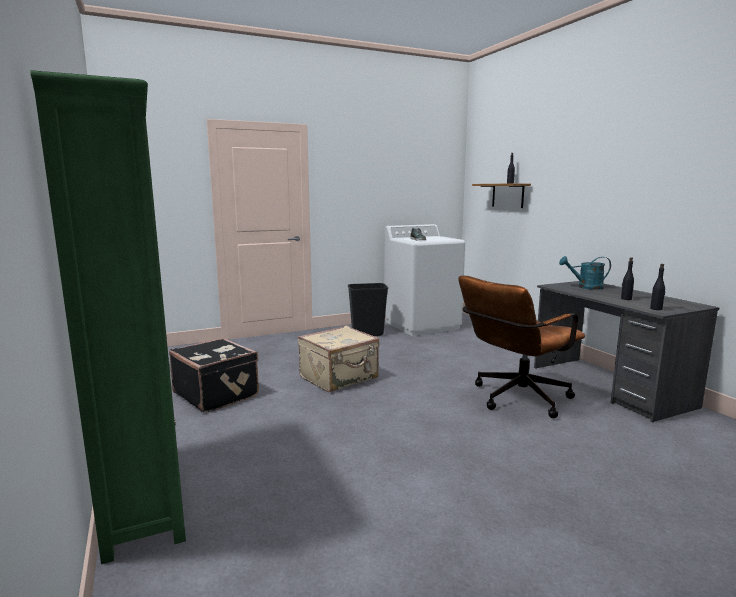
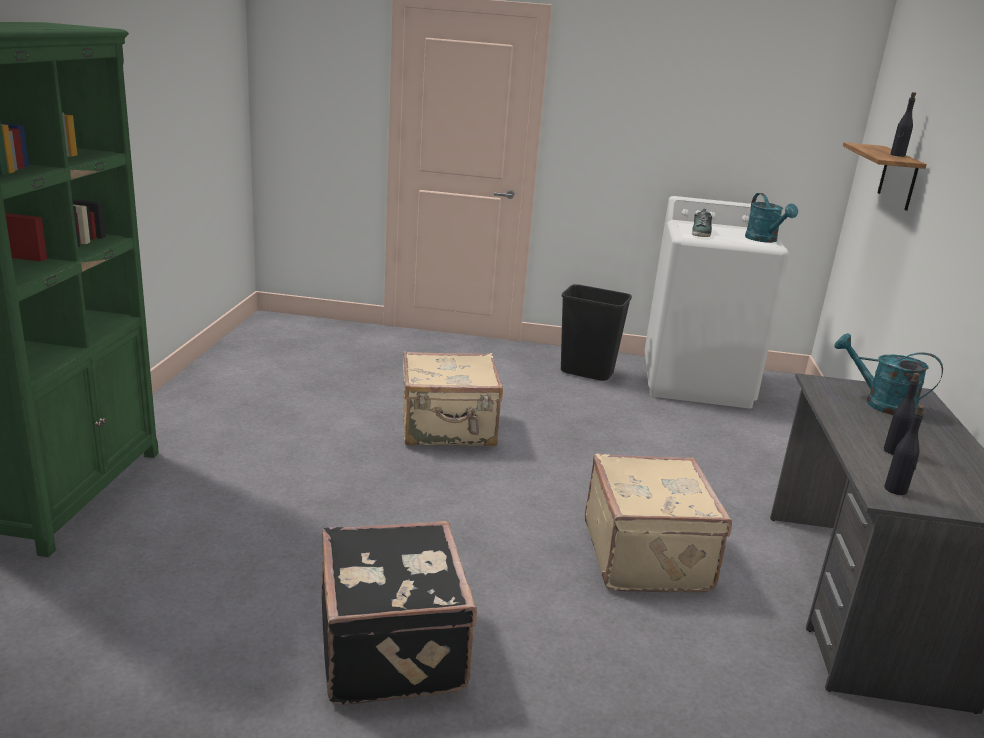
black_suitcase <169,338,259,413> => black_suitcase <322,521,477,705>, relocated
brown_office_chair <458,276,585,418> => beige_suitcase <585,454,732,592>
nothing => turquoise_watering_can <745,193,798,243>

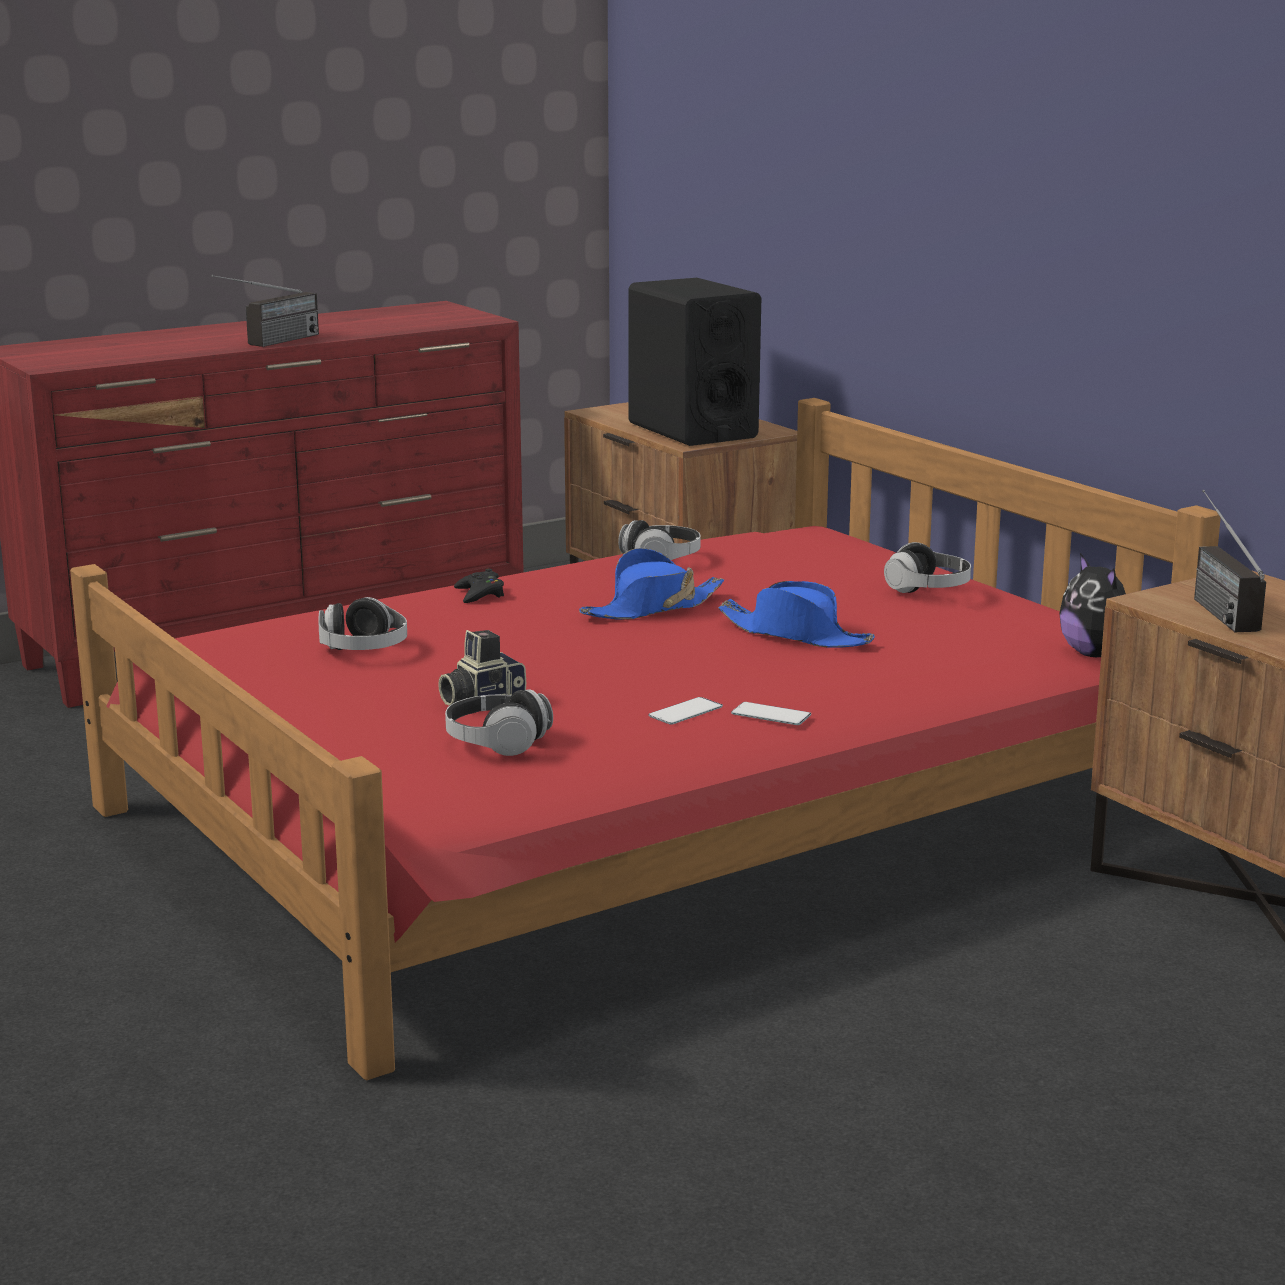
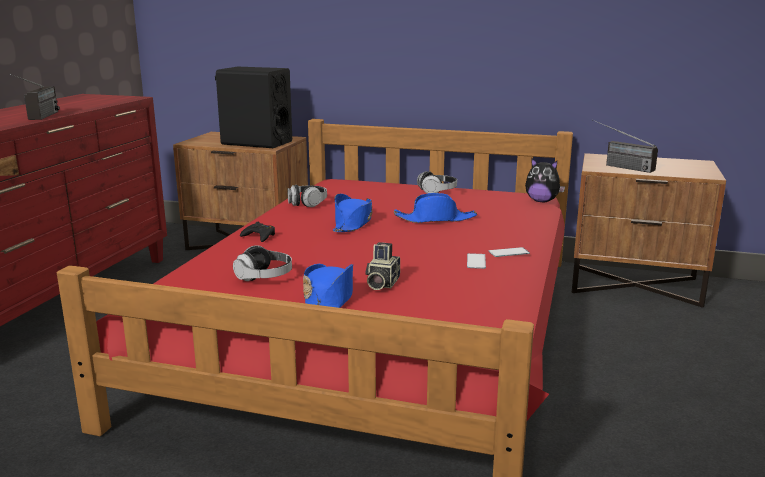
nothing => blue_hat <303,264,353,308>
headphones <445,689,553,756> => nothing

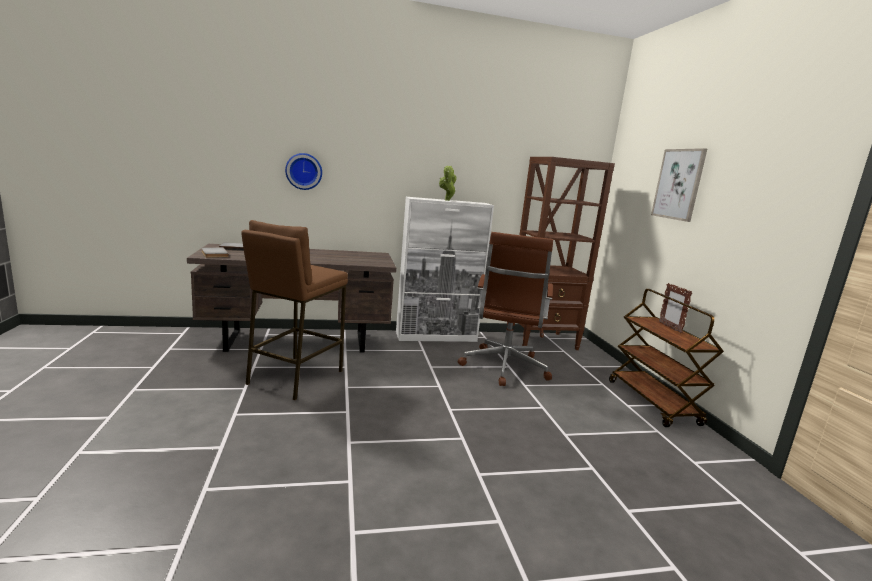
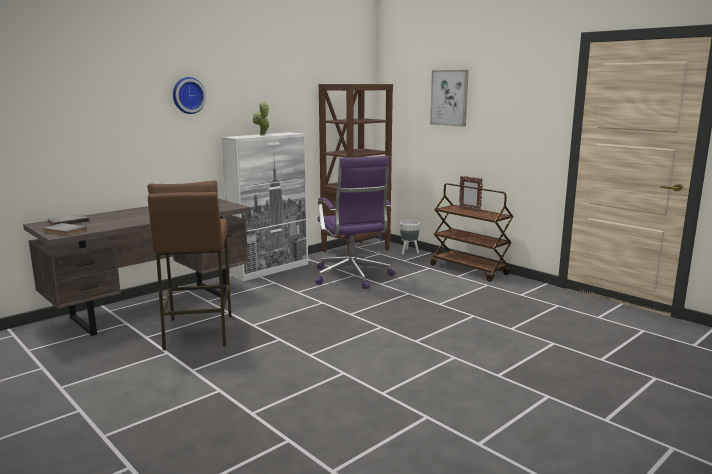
wall_clock <285,153,322,190> => wall_clock <173,77,206,114>, relocated
brown_office_chair <458,232,553,386> => purple_office_chair <315,156,395,289>
nothing => white_planter <400,220,420,254>

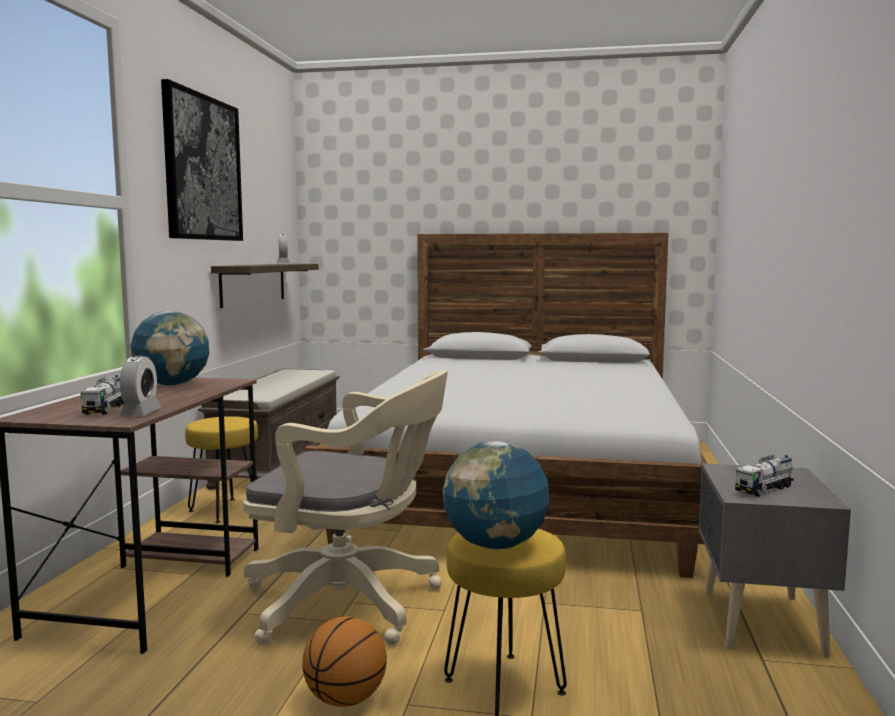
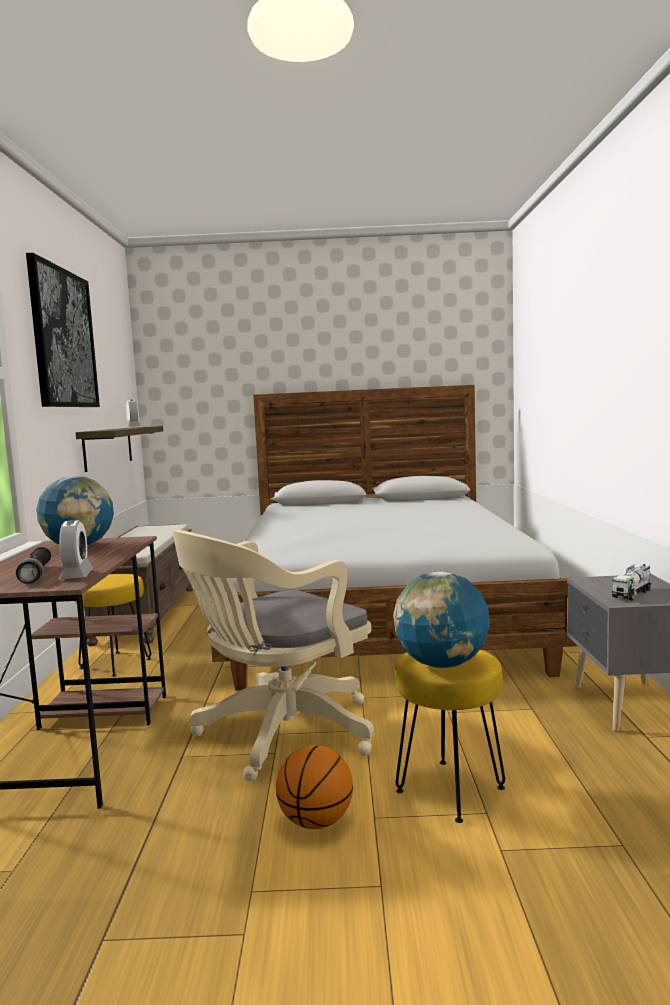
toy_truck <80,375,124,415> => black_flashlight <16,547,51,584>
beige_office_chair <243,370,448,645> => beige_office_chair <172,530,374,781>, 135 degrees clockwise

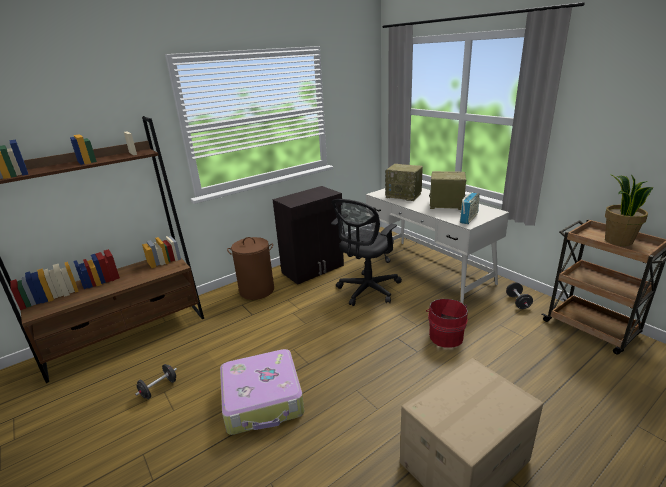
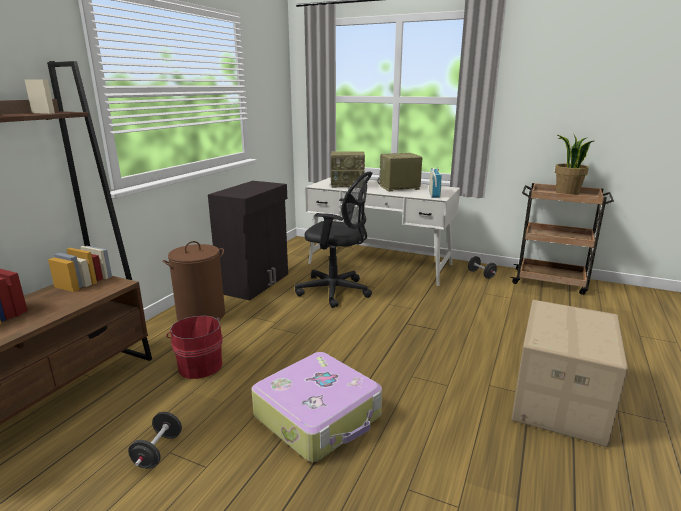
red_bucket <426,299,468,348> => red_bucket <167,316,223,379>, relocated
black_office_chair <331,199,402,306> => black_office_chair <295,172,373,308>, 75 degrees counterclockwise

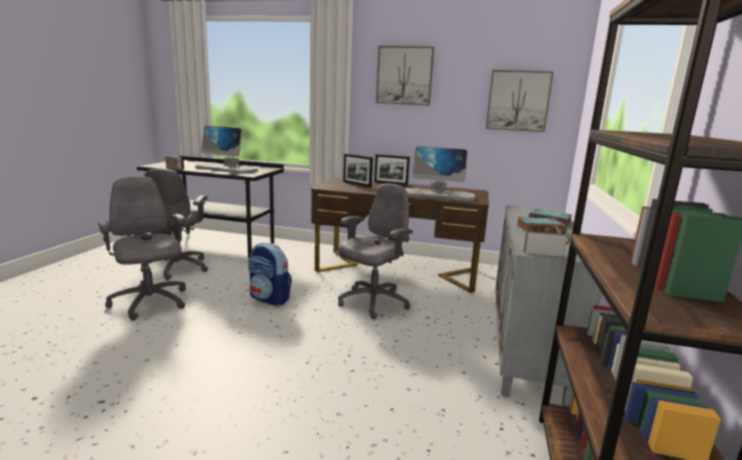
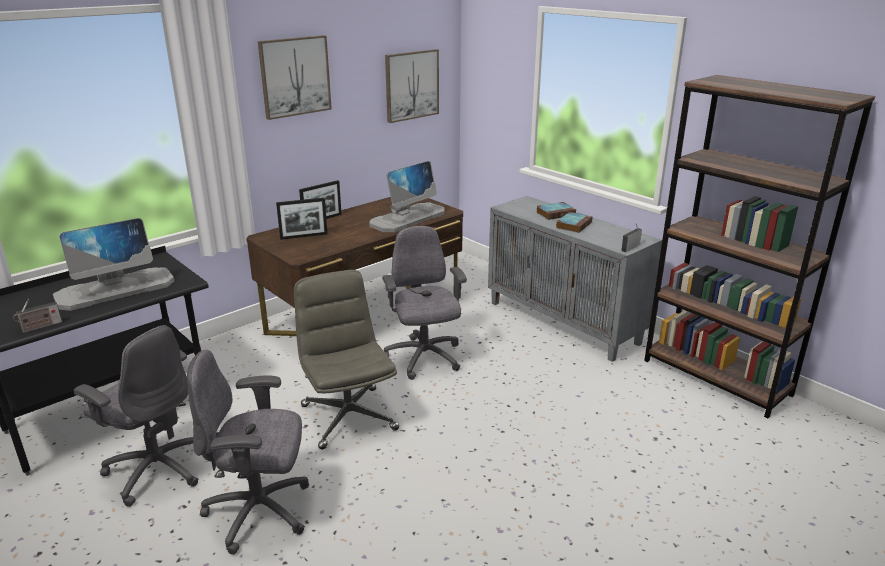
backpack <248,243,292,306> => grey_office_chair <294,270,399,450>

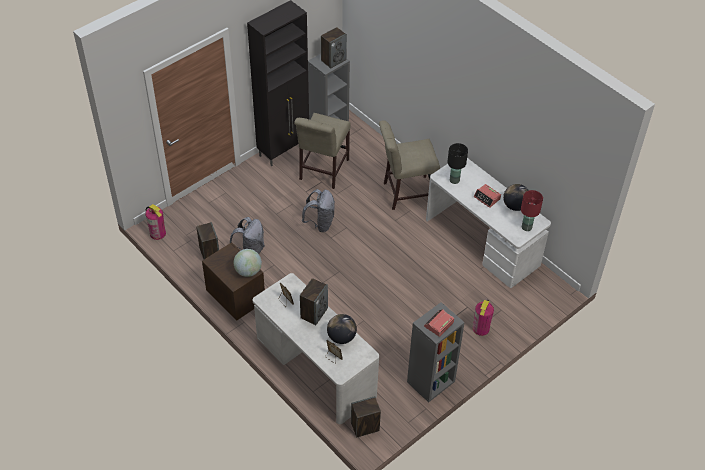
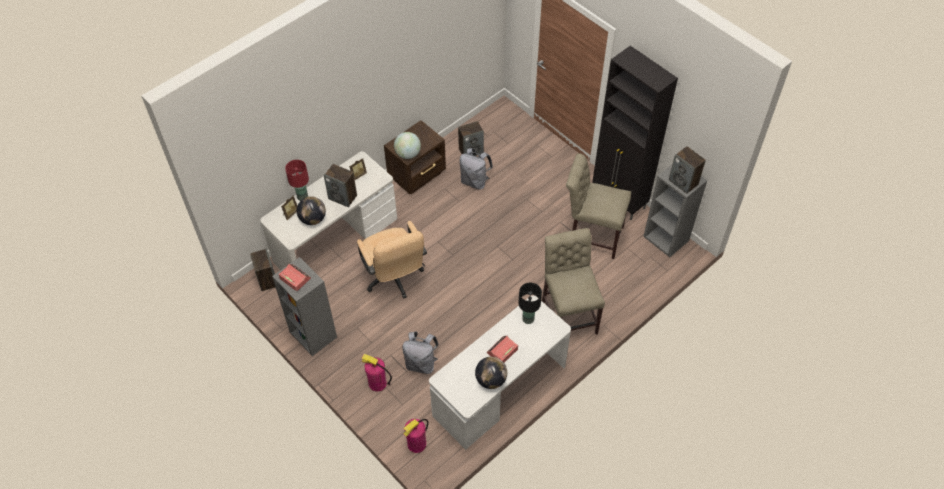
red_table_lamp <521,190,543,231> => red_table_lamp <285,160,309,201>, relocated
nothing => beige_office_chair <357,221,427,299>
grey_backpack <302,189,335,232> => grey_backpack <402,331,439,374>, relocated
fire_extinguisher <145,204,166,240> => fire_extinguisher <403,419,428,453>, relocated

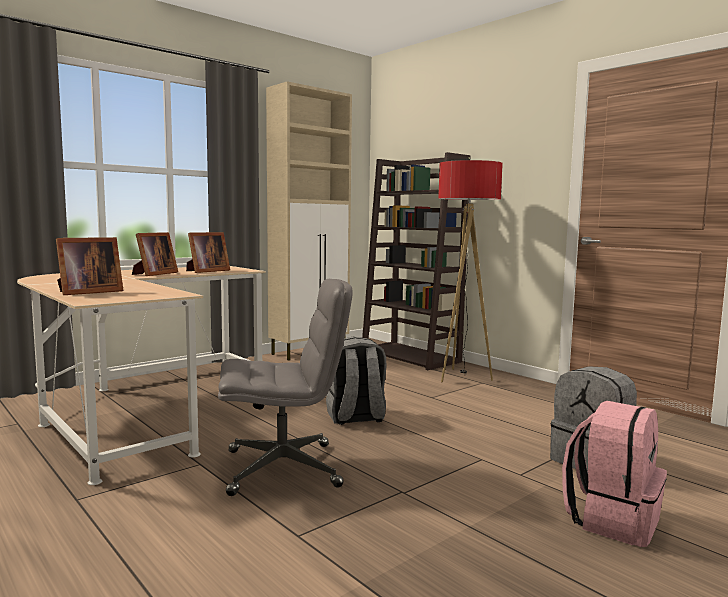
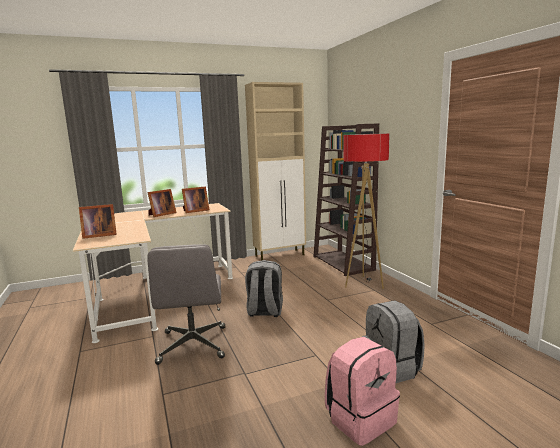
grey_office_chair <218,279,353,496> => grey_office_chair <147,244,225,365>, 75 degrees clockwise

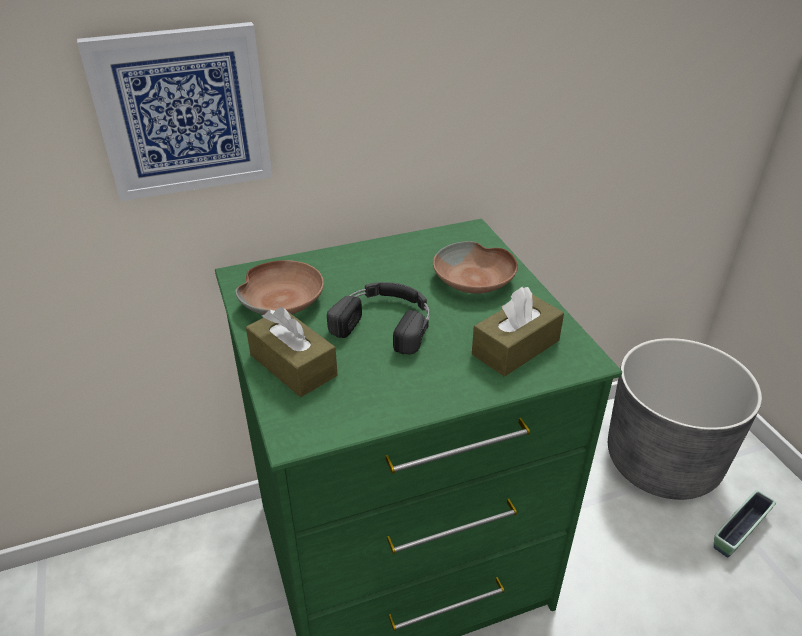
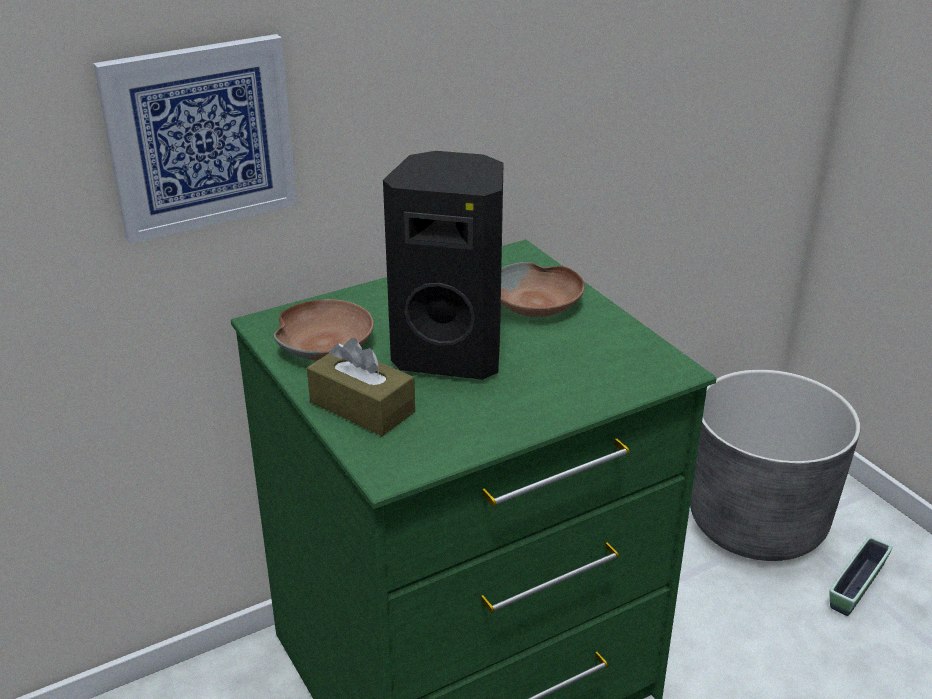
black_headphones <327,282,430,354> => black_speaker <383,151,504,380>
brown_tissue_box <472,287,564,377> => nothing

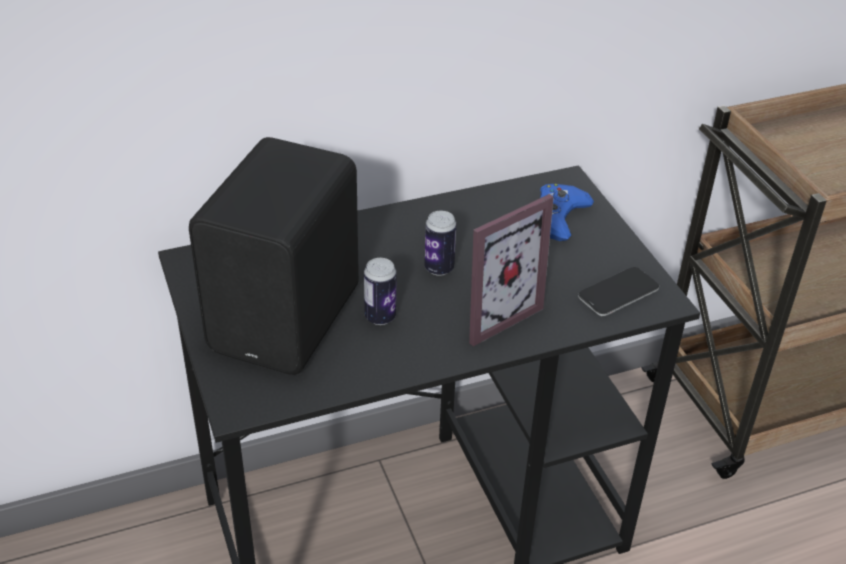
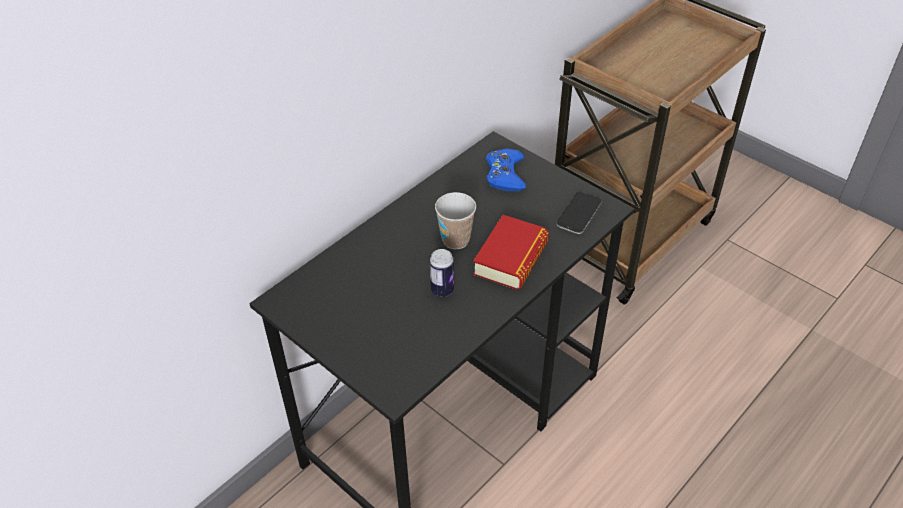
can <424,211,457,276> => cup <435,192,476,249>
picture_frame <469,194,554,346> => book <473,215,549,290>
black_speaker <189,137,359,375> => nothing

